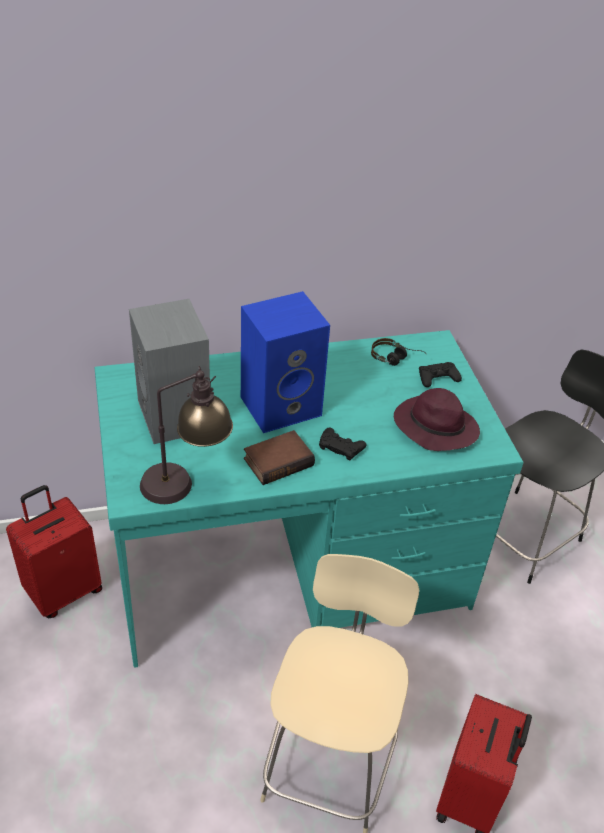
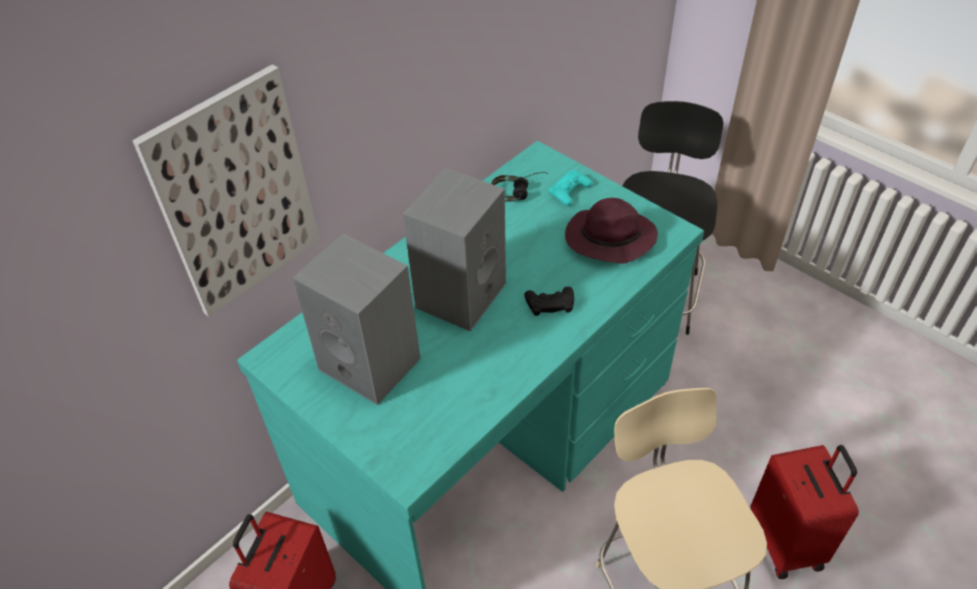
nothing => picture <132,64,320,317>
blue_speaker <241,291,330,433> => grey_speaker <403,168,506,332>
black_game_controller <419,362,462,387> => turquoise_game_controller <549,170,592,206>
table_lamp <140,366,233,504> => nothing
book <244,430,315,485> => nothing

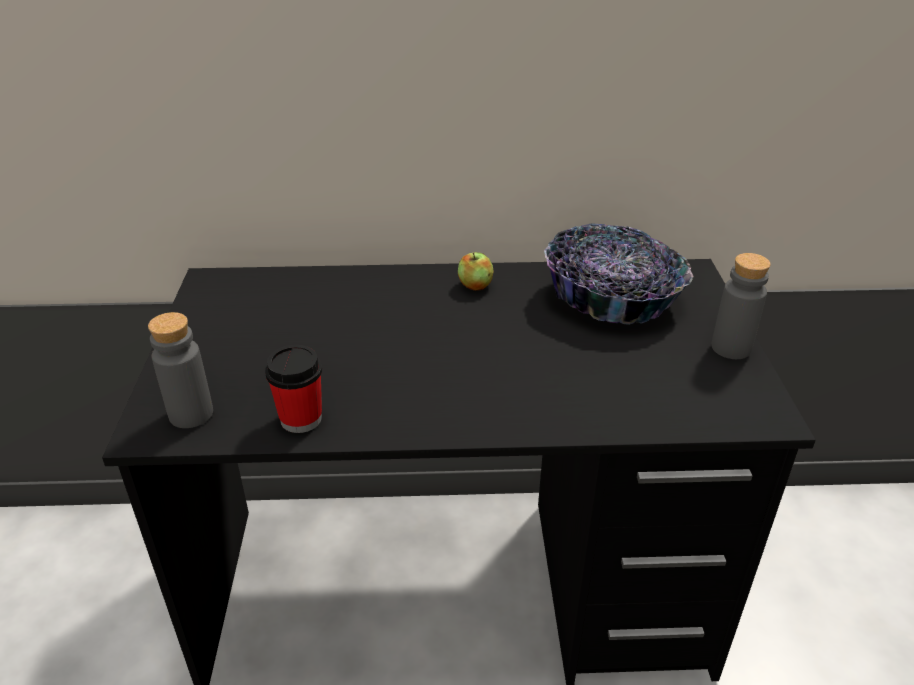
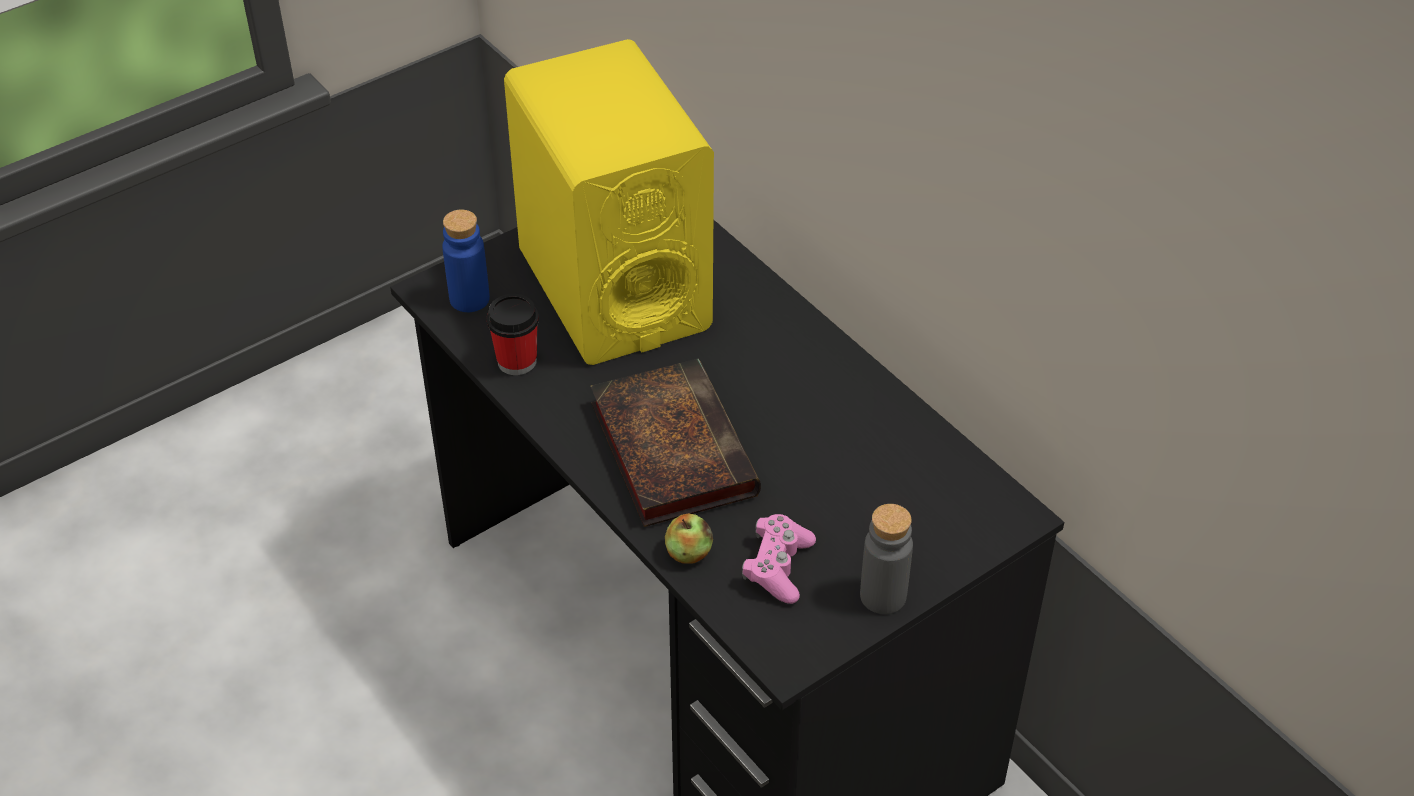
grey_bottle <148,312,213,428> => blue_bottle <442,210,490,312>
nothing => yellow_speaker <504,39,714,365>
nothing => book <590,359,761,527>
apple <458,252,494,291> => apple <665,513,713,564>, relocated
nothing => pink_game_controller <742,514,816,604>
bowl <544,223,694,325> => nothing

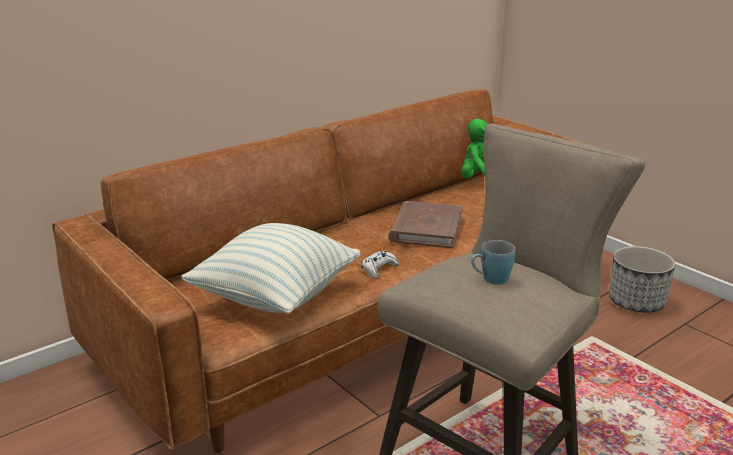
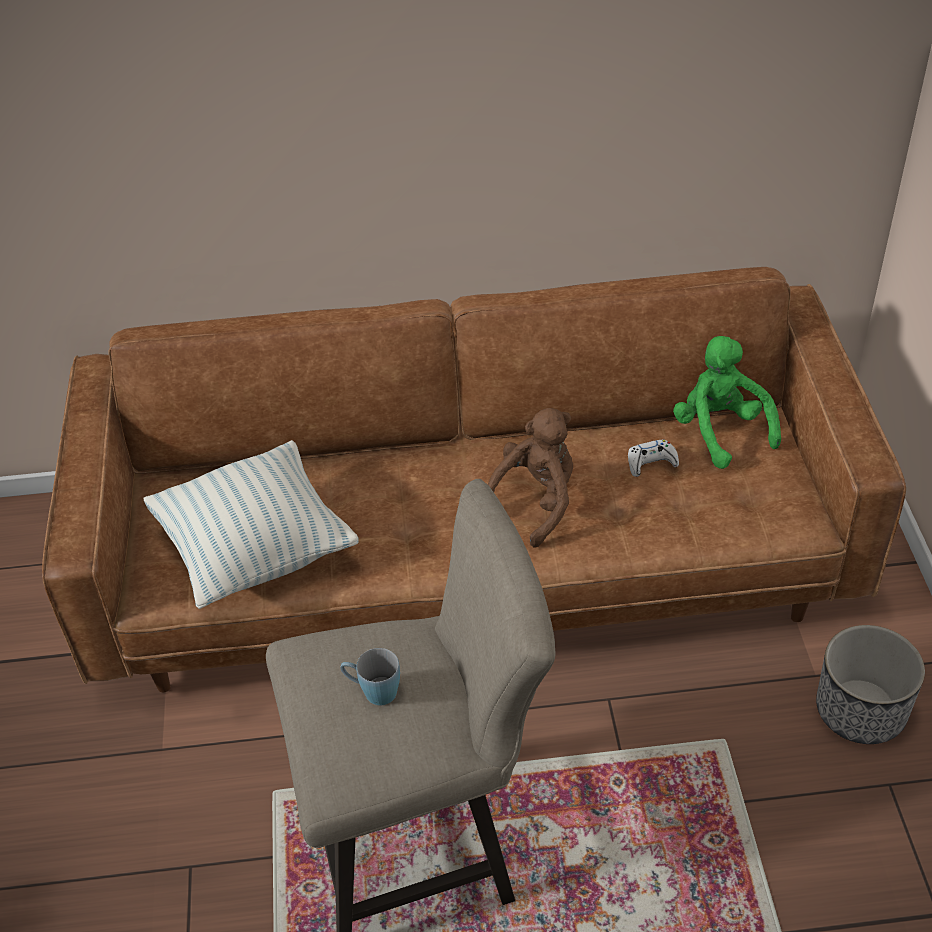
brown_book <388,201,463,249> => brown_plush_toy <488,408,573,548>
white_game_controller <361,251,399,279> => white_game_controller <628,440,679,477>, relocated

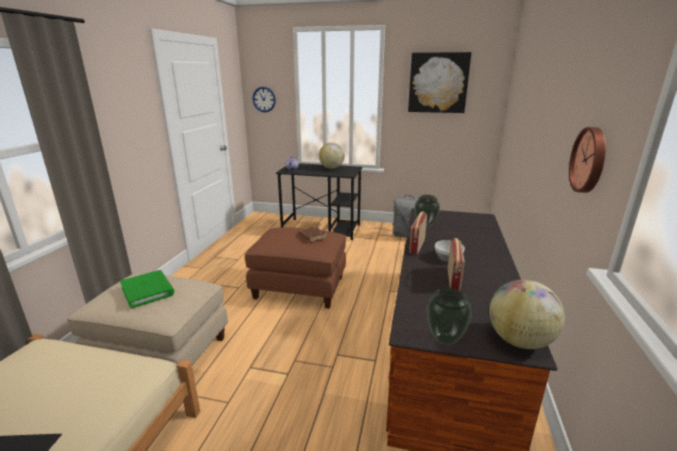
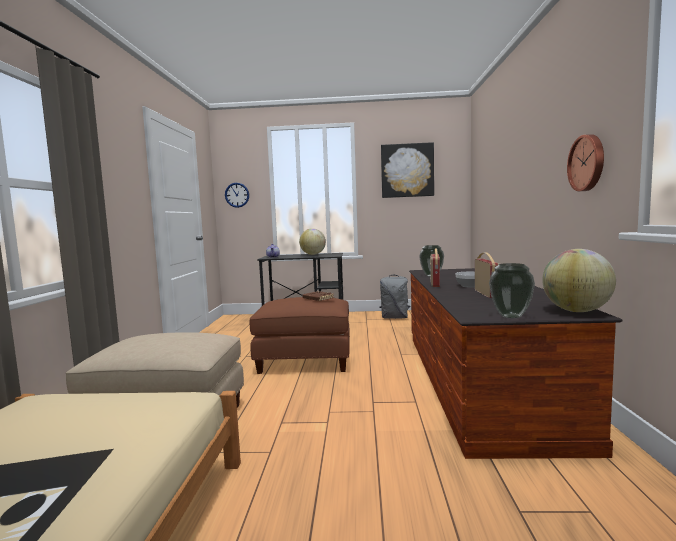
green_book <120,270,174,309> => nothing

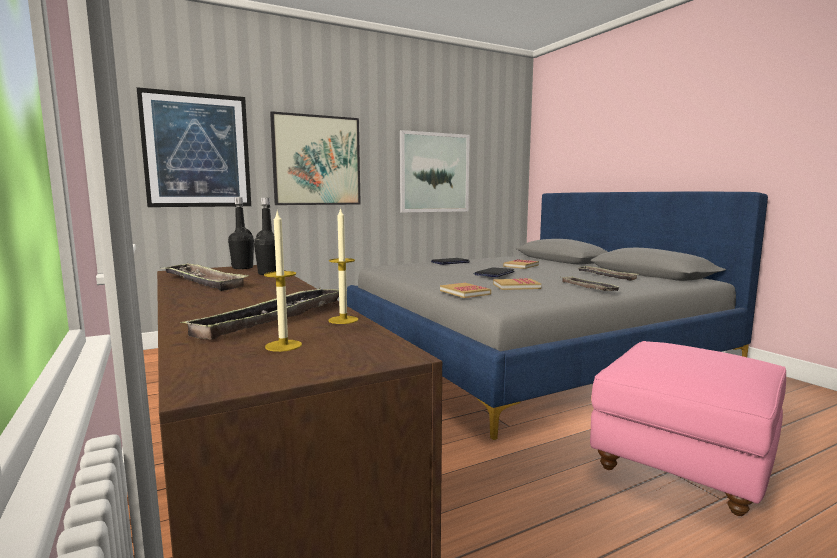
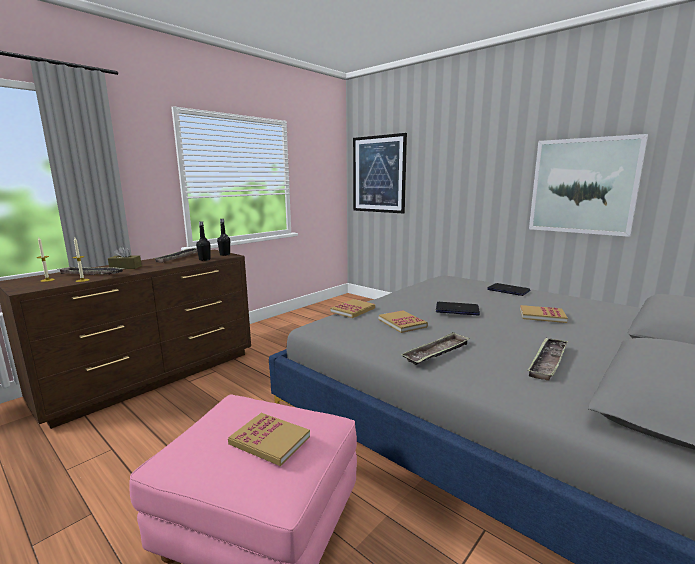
nothing => brown_tissue_box <108,246,142,269>
nothing => book <228,413,310,466>
picture <270,111,361,205> => nothing

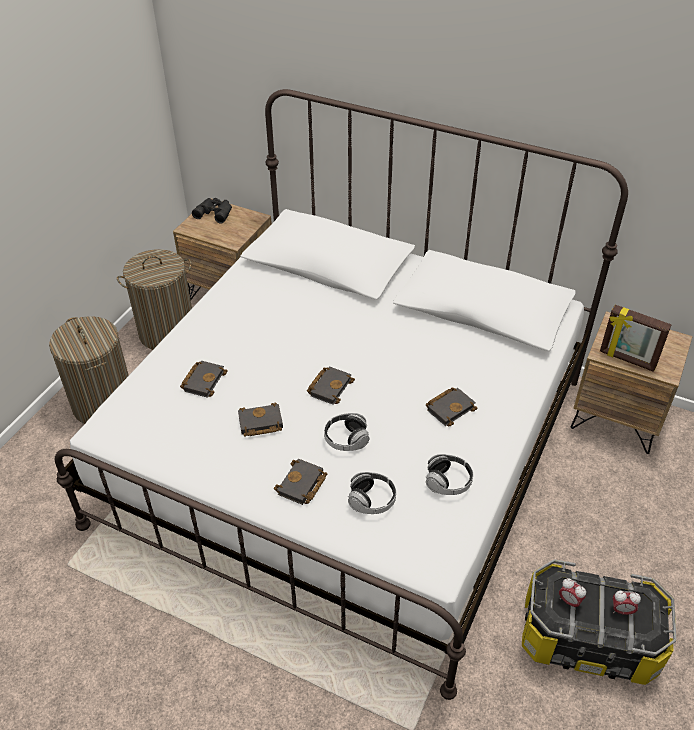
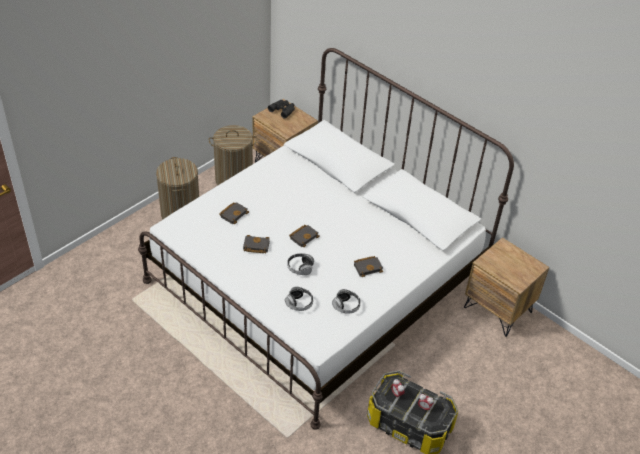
black_book <274,459,327,505> => nothing
picture_frame <600,305,672,372> => nothing

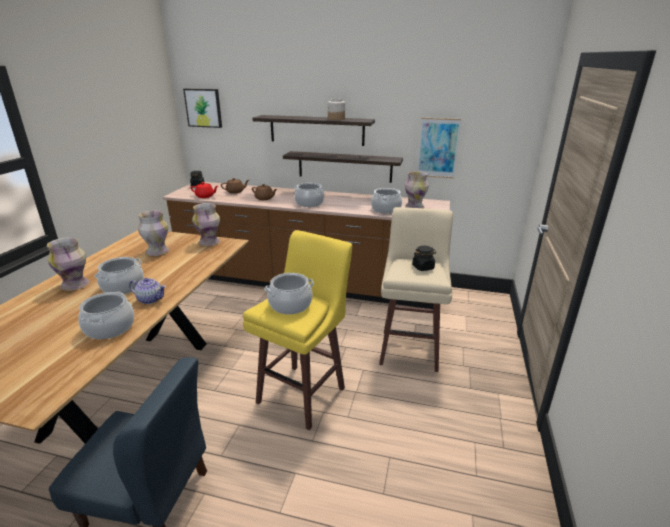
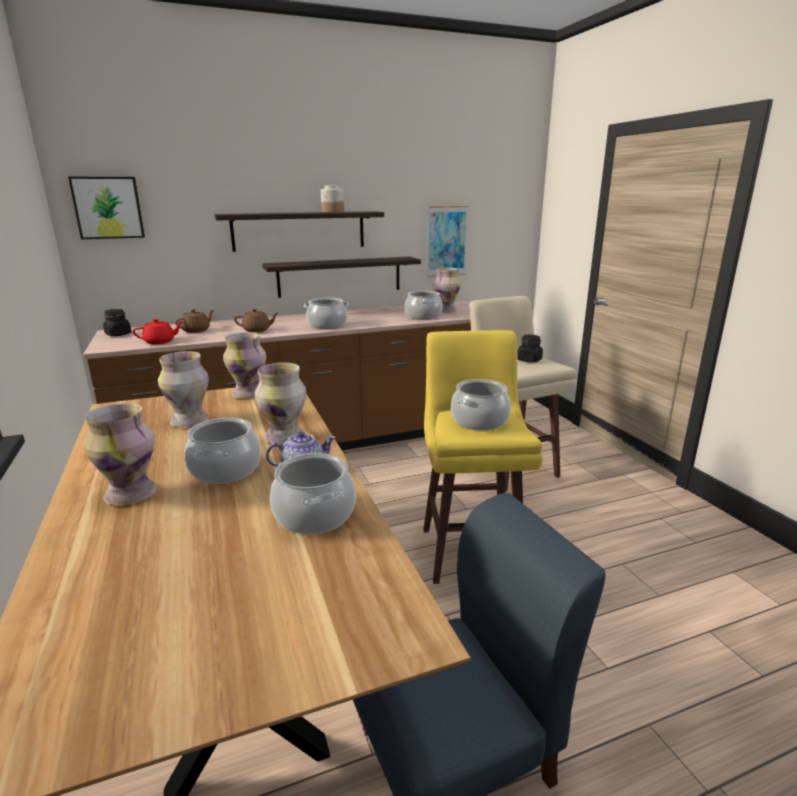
nothing => vase <255,362,307,445>

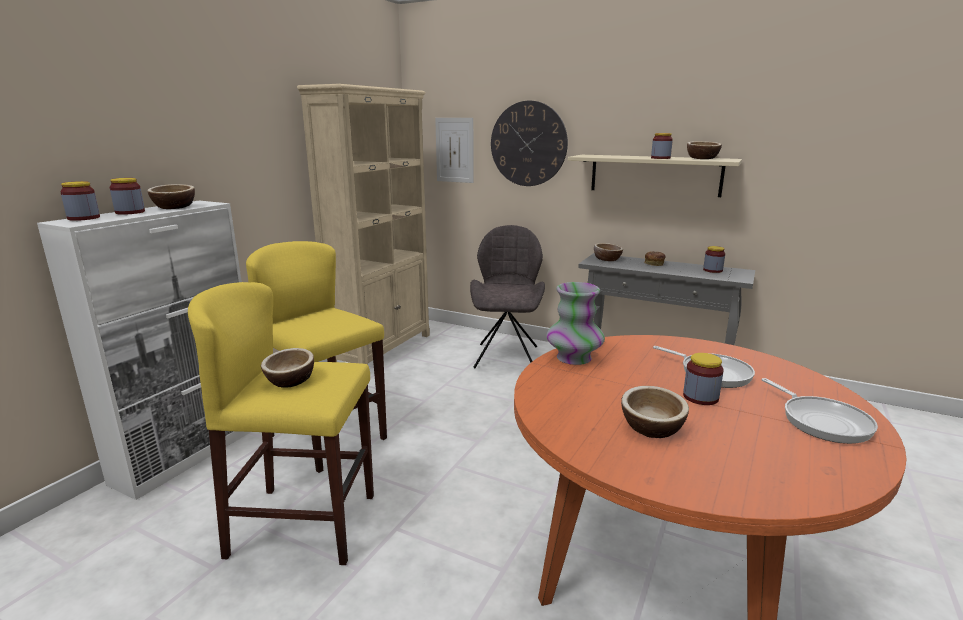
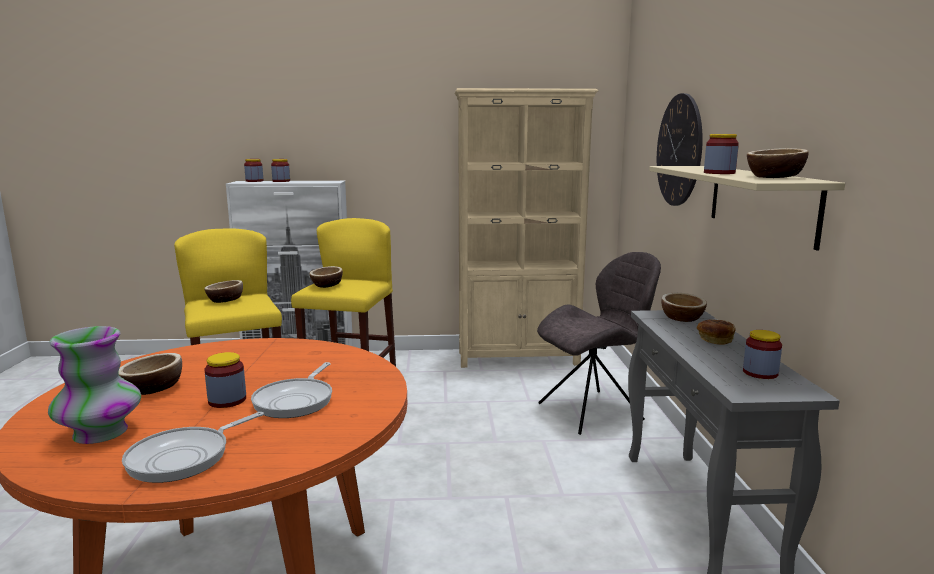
vase <546,282,605,365> => vase <48,326,141,444>, relocated
bowl <147,184,195,209> => bowl <309,266,343,288>, relocated
picture <435,118,474,183> => nothing

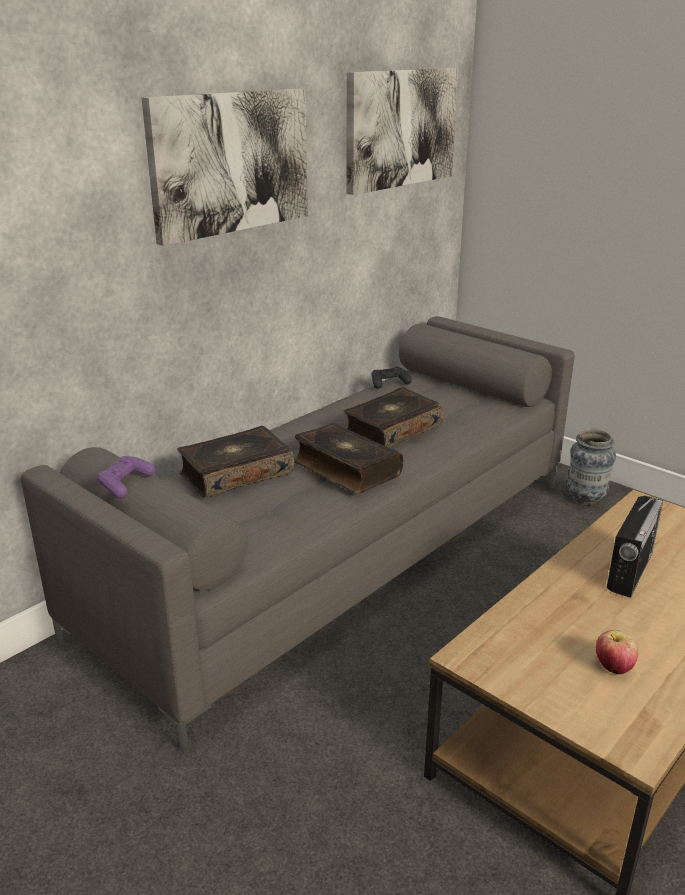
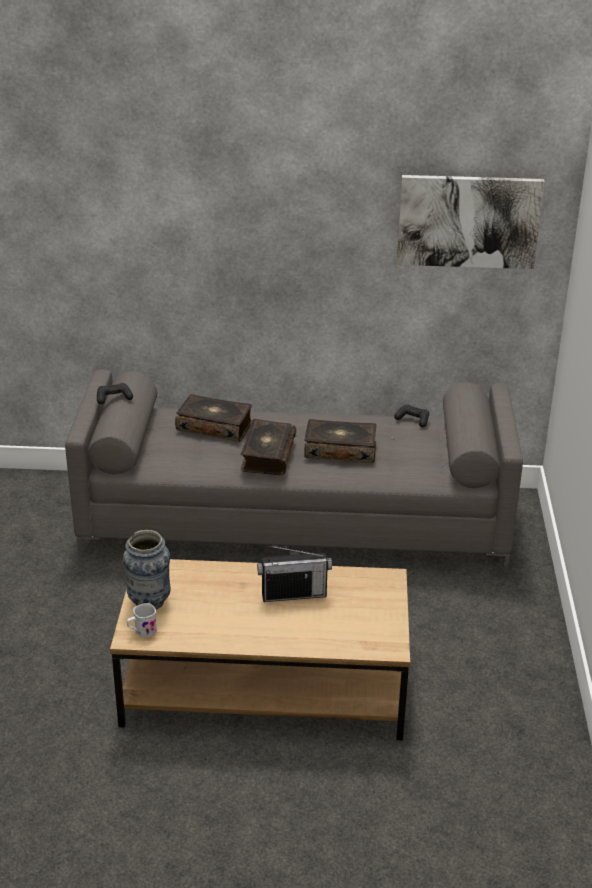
purple_game_controller <97,456,155,498> => black_game_controller <97,383,133,404>
vase <567,429,616,506> => vase <123,530,171,610>, relocated
nothing => white_mug <127,603,157,638>
picture <142,88,308,246> => nothing
apple <596,630,638,674> => nothing

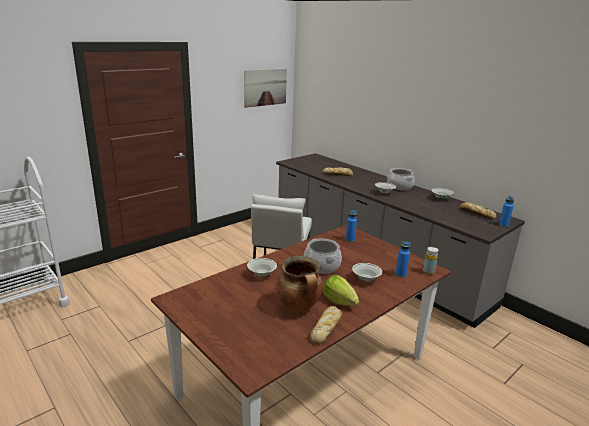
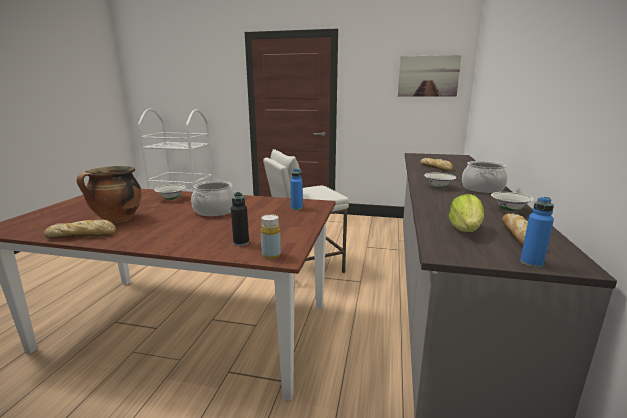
blue_bottle <396,241,411,277> => black_bottle <231,192,249,246>
lettuce <323,275,359,306> => lettuce <448,194,484,232>, relocated
white_bowl <352,263,382,282> => nothing

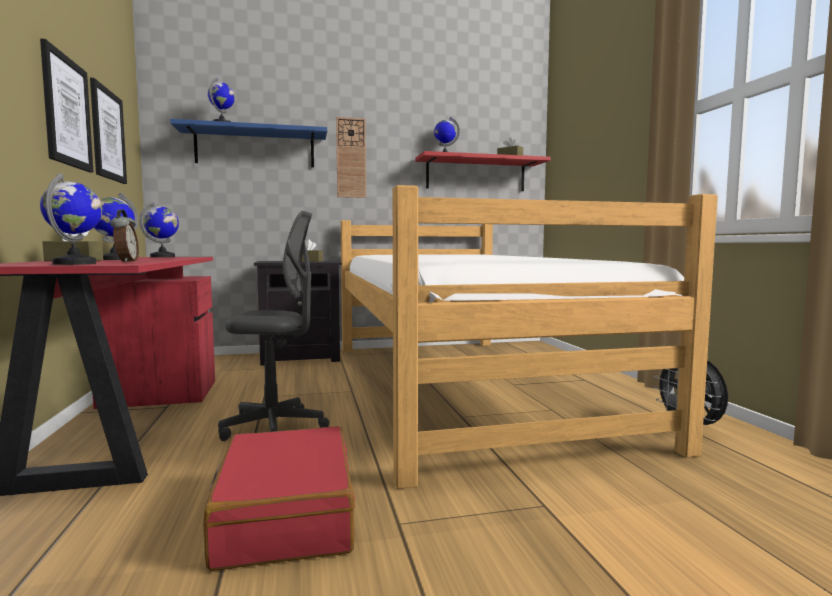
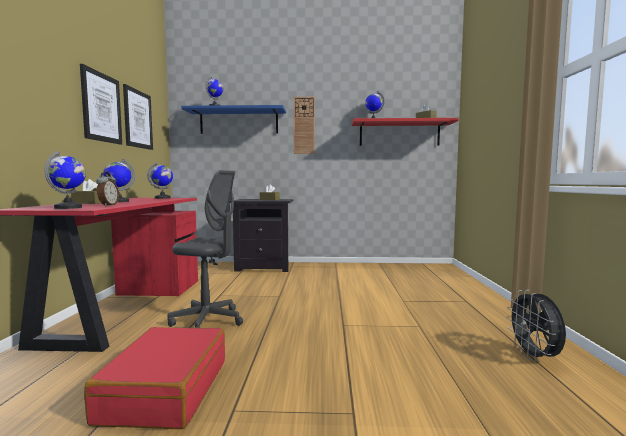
bed <341,185,718,489> => nothing

